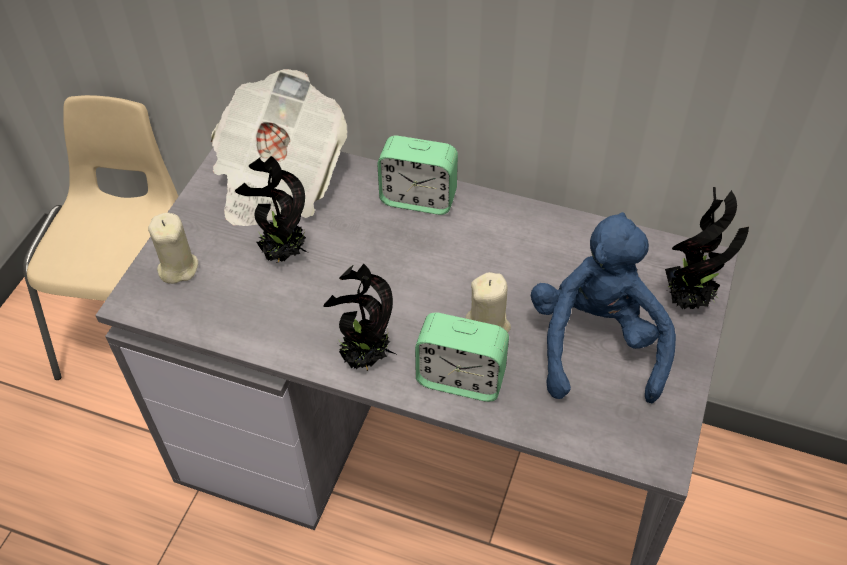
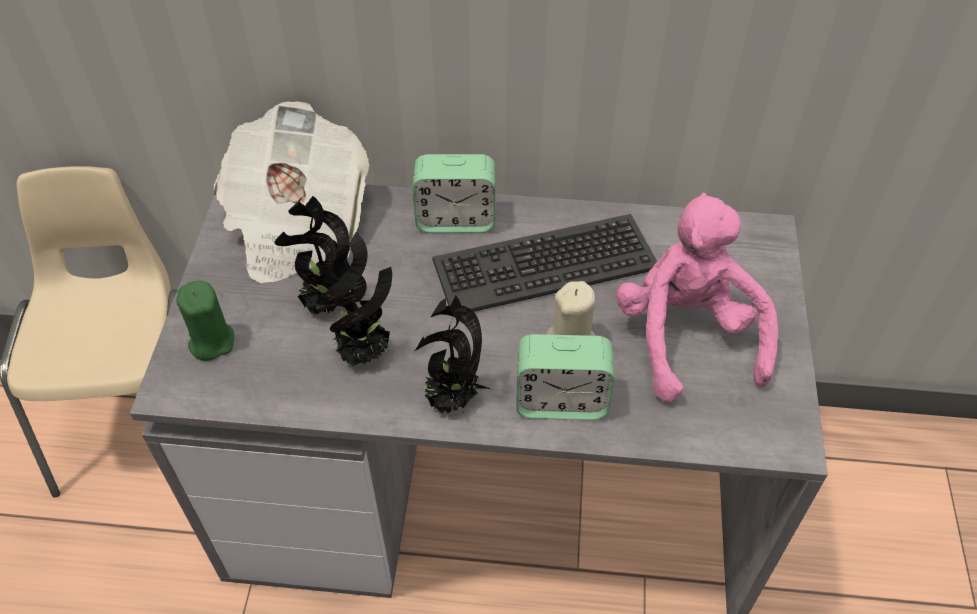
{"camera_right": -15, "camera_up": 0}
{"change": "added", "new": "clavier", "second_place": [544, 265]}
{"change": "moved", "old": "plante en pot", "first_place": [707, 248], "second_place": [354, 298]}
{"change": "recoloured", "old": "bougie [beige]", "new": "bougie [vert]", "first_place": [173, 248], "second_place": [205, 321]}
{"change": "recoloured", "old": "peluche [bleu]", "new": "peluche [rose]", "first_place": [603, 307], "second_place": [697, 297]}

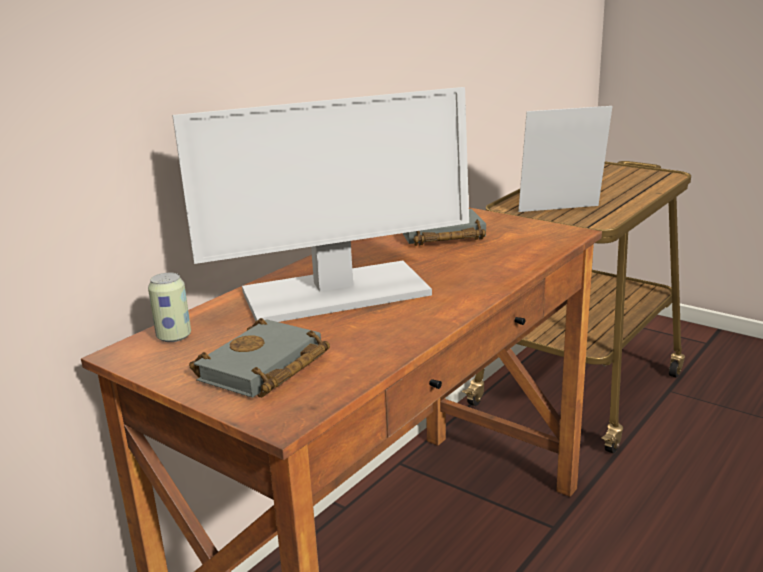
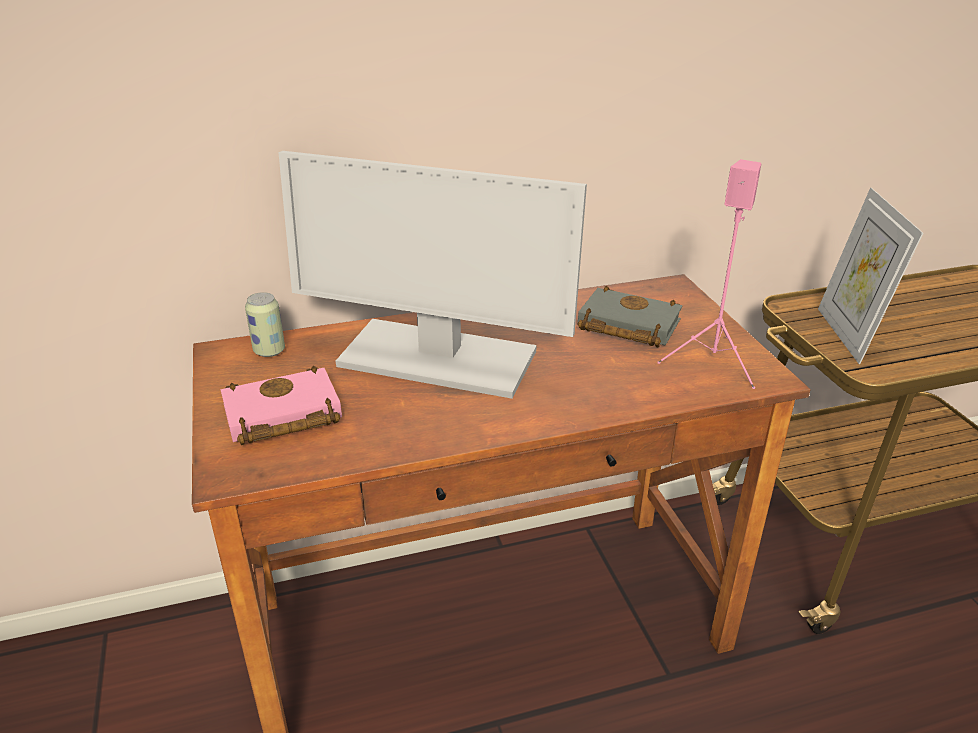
{"camera_right": 35, "camera_up": 10}
{"change": "added", "new": "enceinte [rose]", "second_place": [709, 274]}
{"change": "recoloured", "old": "livre [gris]", "new": "livre [rose]", "first_place": [259, 358], "second_place": [281, 405]}
{"change": "turned", "old": "cadre photo", "first_place": [565, 159], "second_place": [870, 276], "degrees": -120}

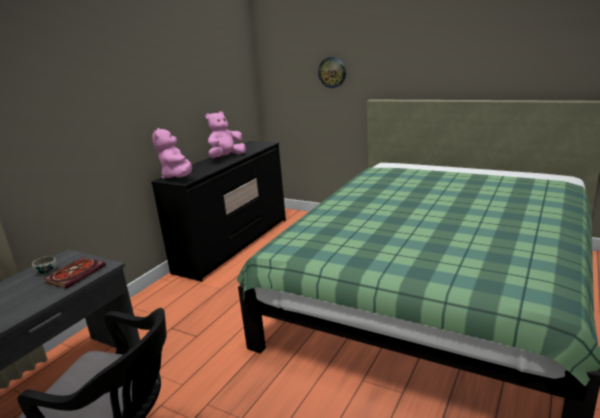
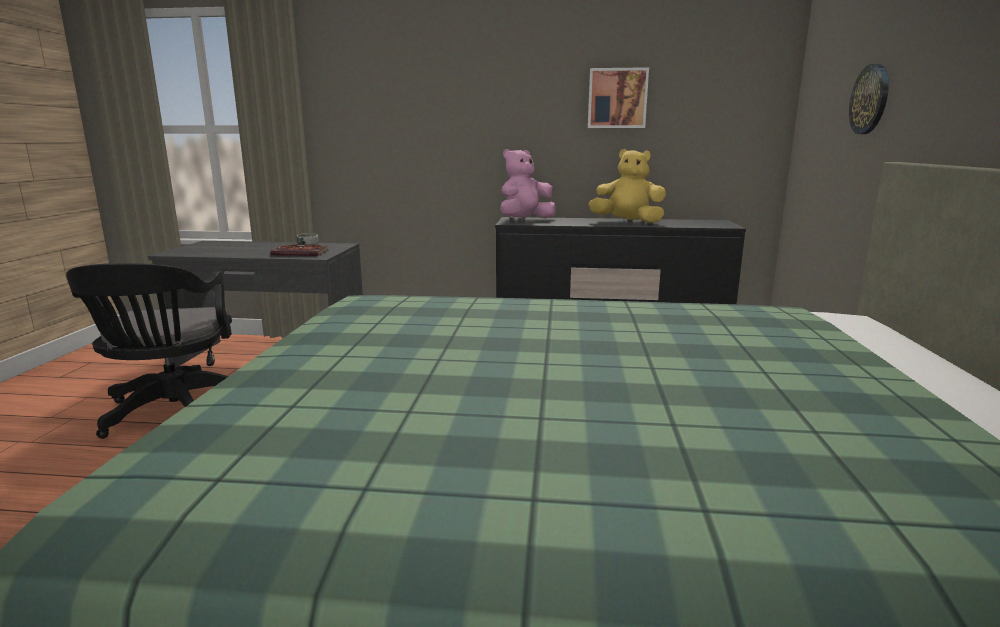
{"camera_right": 65, "camera_up": -5}
{"change": "added", "new": "tableau", "second_place": [618, 97]}
{"change": "recoloured", "old": "peluche [rose]", "new": "peluche [jaune]", "first_place": [226, 134], "second_place": [627, 186]}

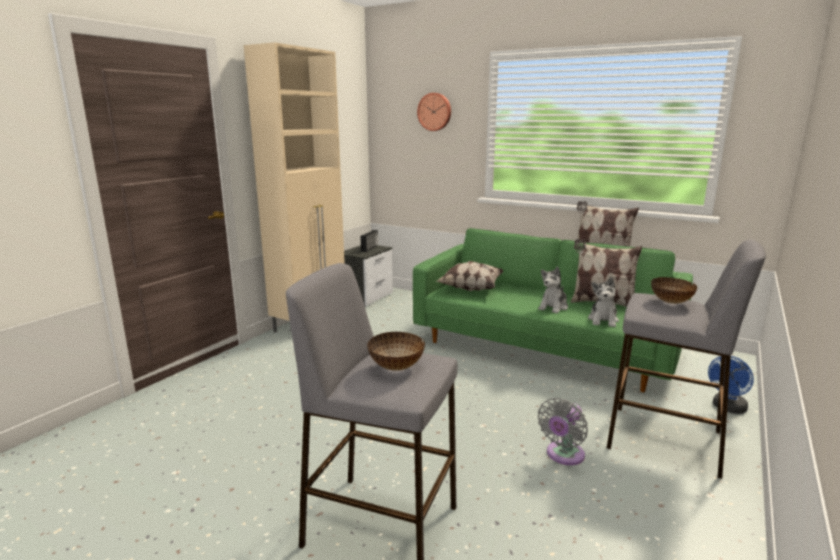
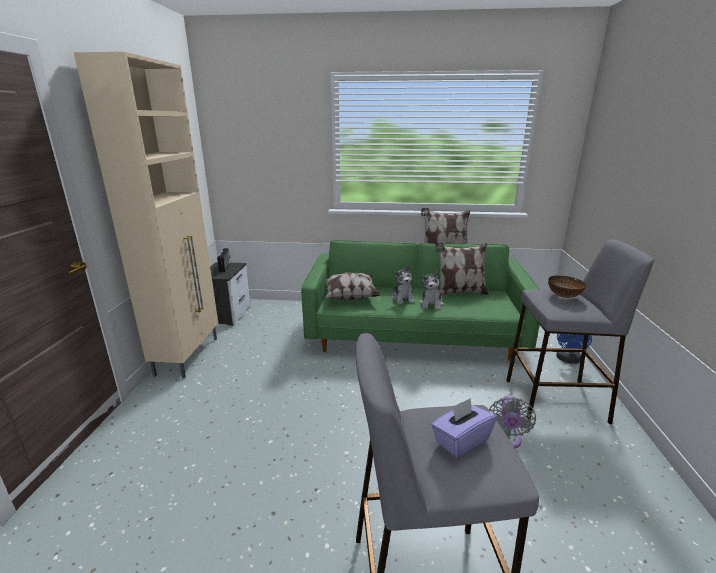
{"camera_right": -25, "camera_up": 5}
{"change": "removed", "old": "horloge murale", "first_place": [434, 112]}
{"change": "moved", "old": "peluche", "first_place": [603, 302], "second_place": [403, 285]}
{"change": "replaced", "old": "bol", "new": "boîte à mouchoirs [violet]", "first_place": [396, 351], "second_place": [464, 428]}

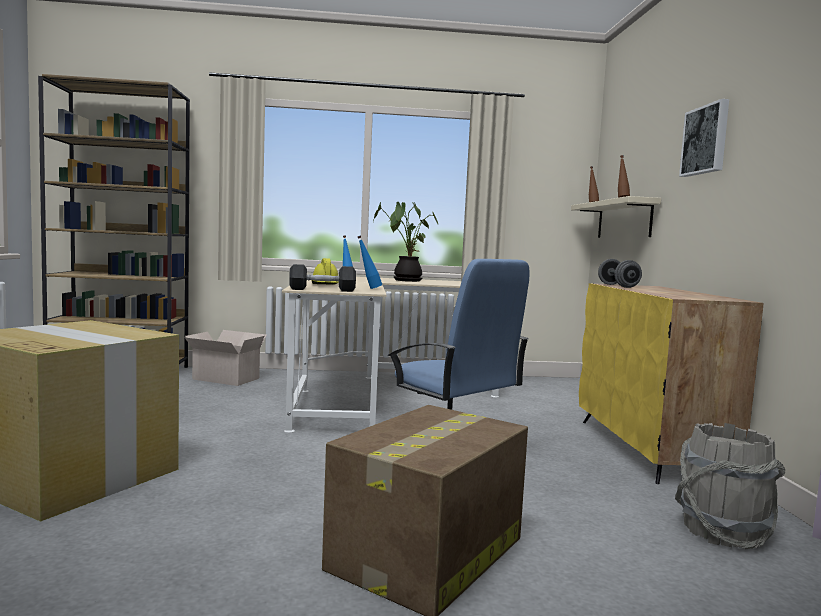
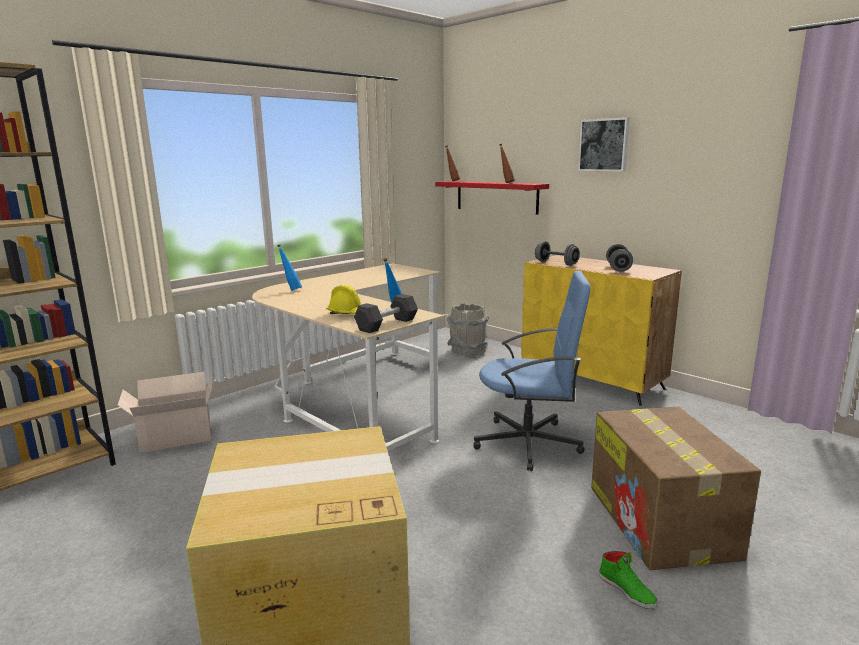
{"camera_right": -40, "camera_up": 10}
{"change": "removed", "old": "plante en pot", "first_place": [405, 242]}
{"change": "added", "new": "chaussure [vert]", "second_place": [628, 580]}
{"change": "added", "new": "haltère [gris]", "second_place": [619, 258]}
{"change": "moved", "old": "seau [gris]", "first_place": [730, 486], "second_place": [468, 330]}
{"change": "recoloured", "old": "étagère [beige]", "new": "étagère [rouge]", "first_place": [616, 217], "second_place": [492, 198]}

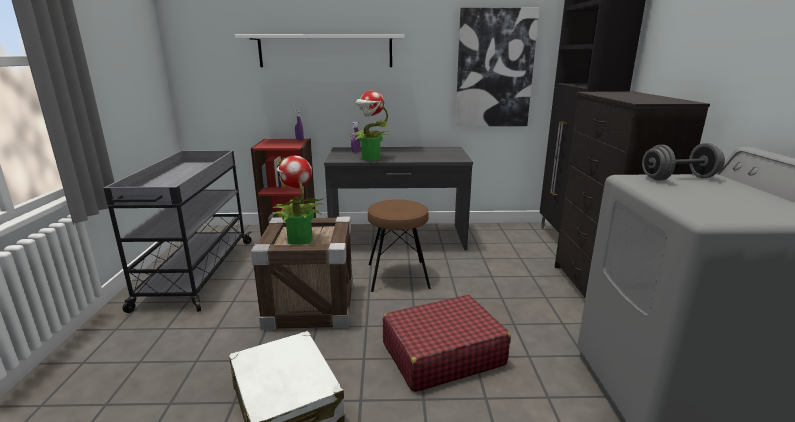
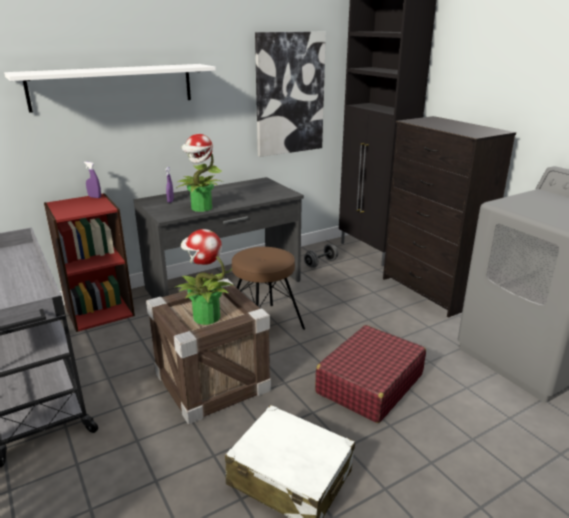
{"camera_right": -30, "camera_up": 5}
{"change": "moved", "old": "haltère [gris]", "first_place": [683, 161], "second_place": [321, 256]}

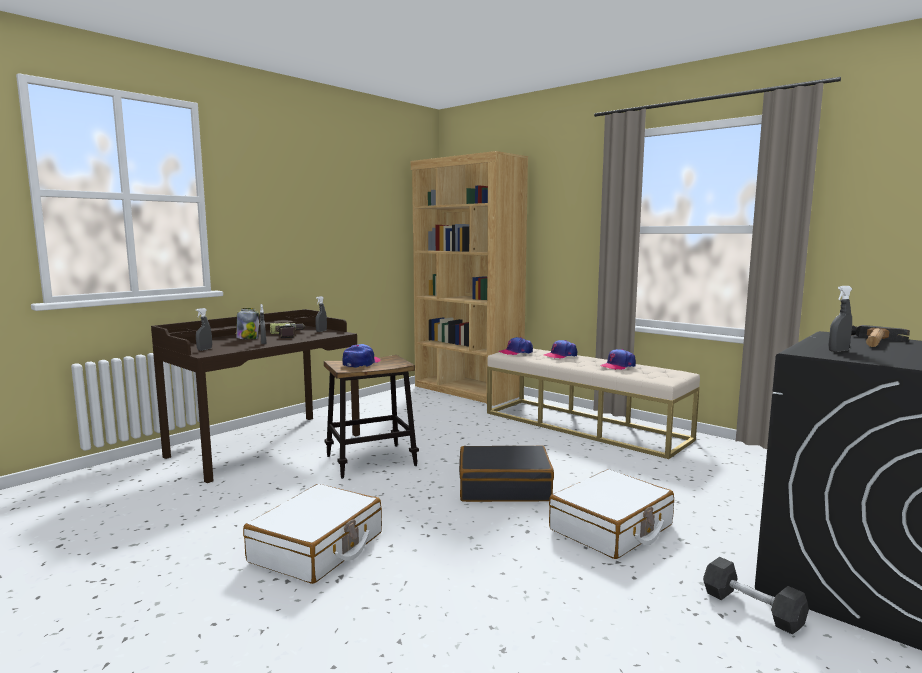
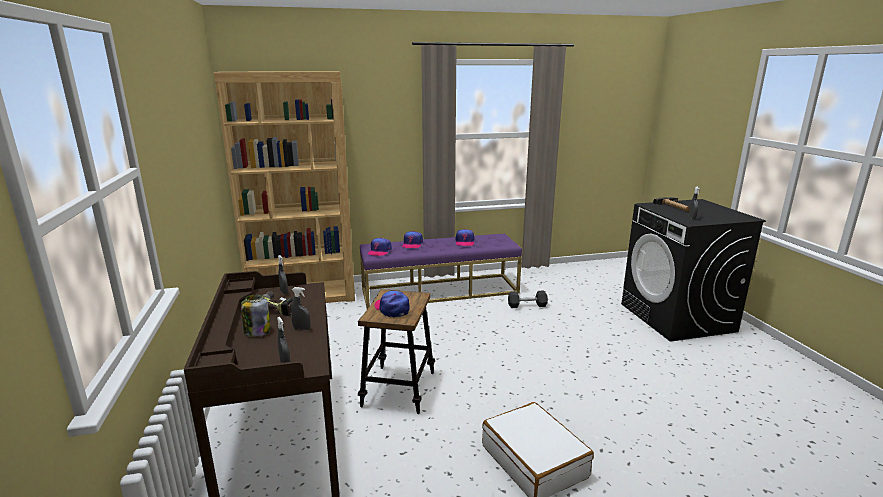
{"camera_right": -55, "camera_up": 10}
{"change": "removed", "old": "valise [noir]", "first_place": [506, 473]}
{"change": "removed", "old": "valise [blanc]", "first_place": [611, 514]}
{"change": "moved", "old": "haltère [gris]", "first_place": [756, 595], "second_place": [528, 299]}
{"change": "recoloured", "old": "banc [beige]", "new": "banc [violet]", "first_place": [593, 404], "second_place": [441, 271]}

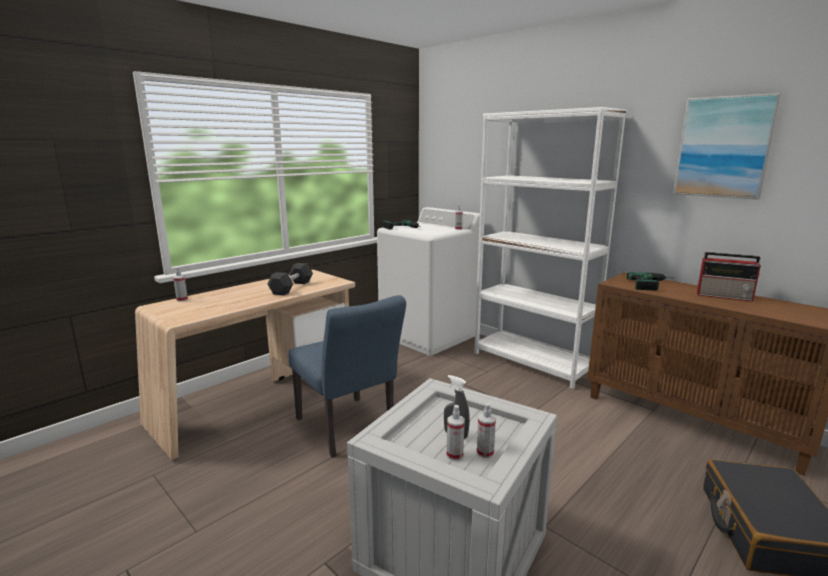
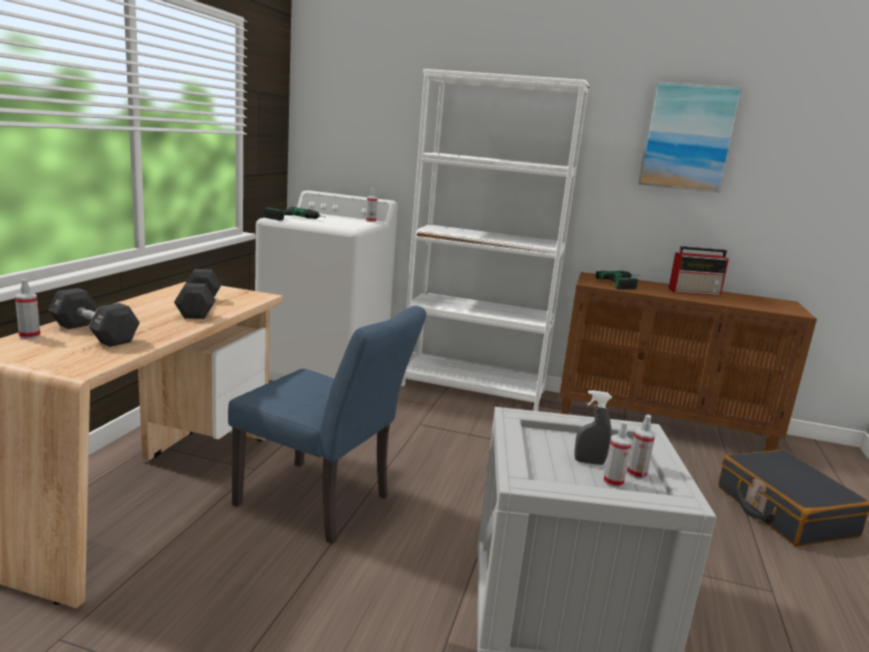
{"camera_right": -30, "camera_up": 0}
{"change": "added", "new": "haltère [noir]", "second_place": [94, 317]}

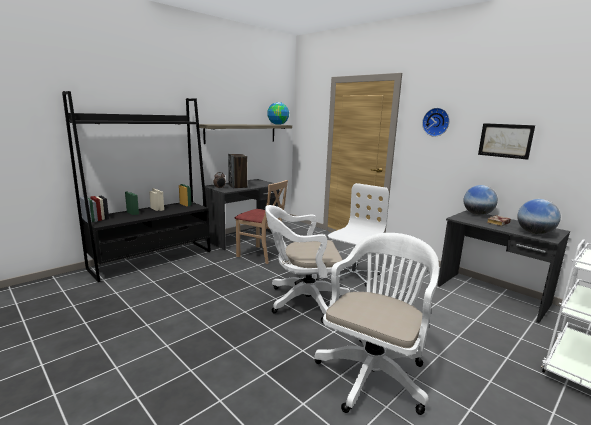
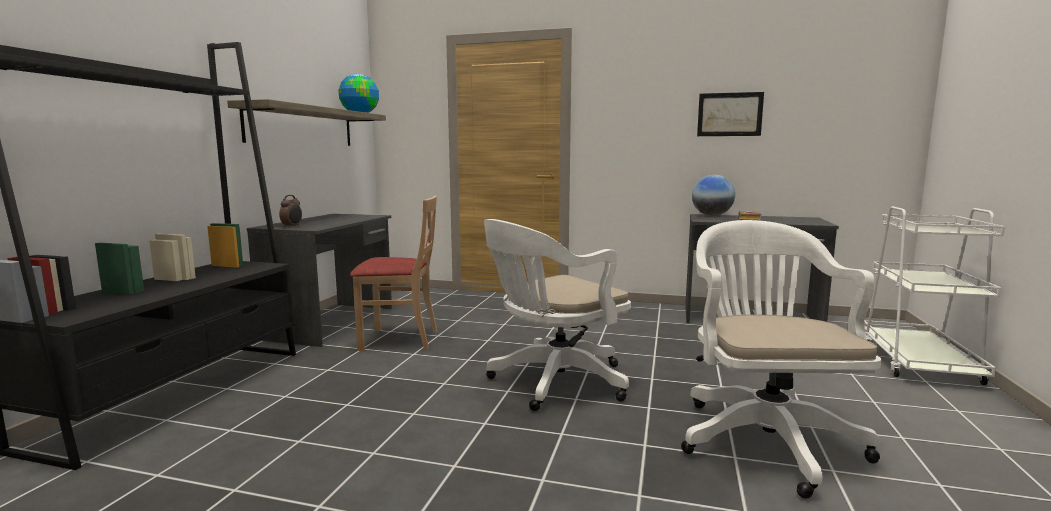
{"camera_right": -30, "camera_up": -5}
{"change": "removed", "old": "enceinte", "first_place": [238, 171]}
{"change": "removed", "old": "chaise de bureau [blanc]", "first_place": [358, 234]}
{"change": "removed", "old": "horloge murale", "first_place": [436, 122]}
{"change": "removed", "old": "globe", "first_place": [539, 217]}

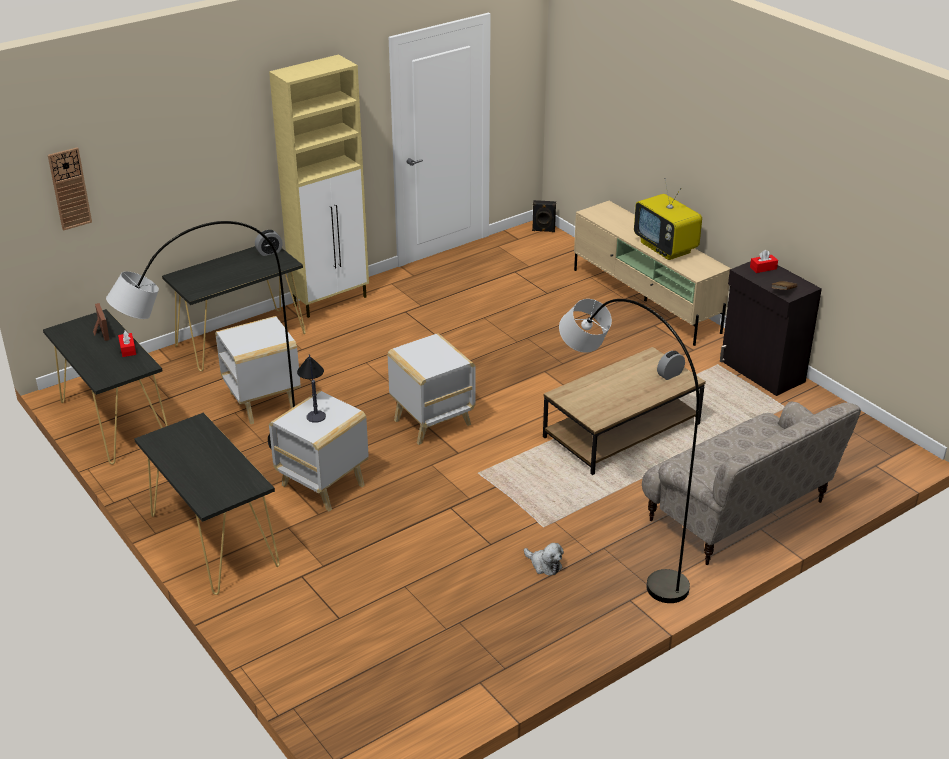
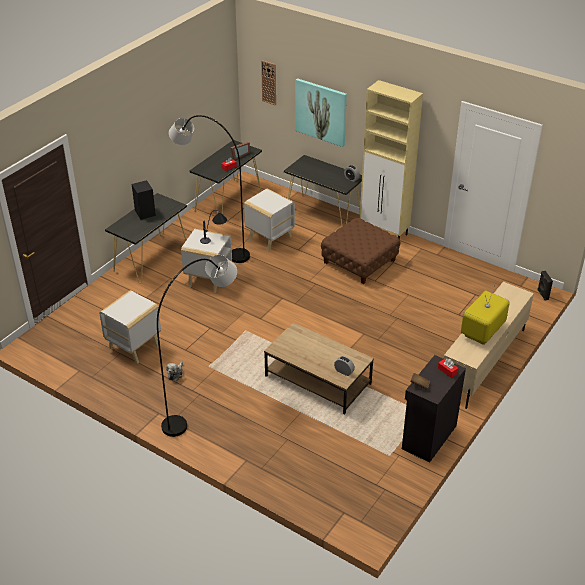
{"camera_right": 70, "camera_up": 5}
{"change": "removed", "old": "canapé [beige]", "first_place": [751, 483]}
{"change": "added", "new": "enceinte [noir]", "second_place": [144, 200]}
{"change": "added", "new": "tableau", "second_place": [321, 112]}
{"change": "added", "new": "pouf [marron]", "second_place": [360, 251]}
{"change": "moved", "old": "table d'appoint [blanc]", "first_place": [431, 389], "second_place": [130, 327]}

